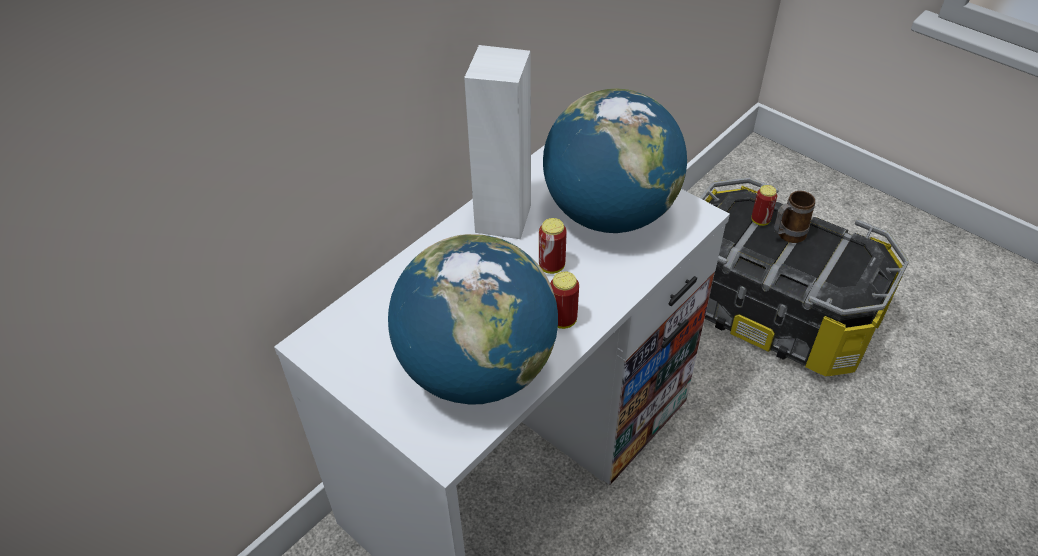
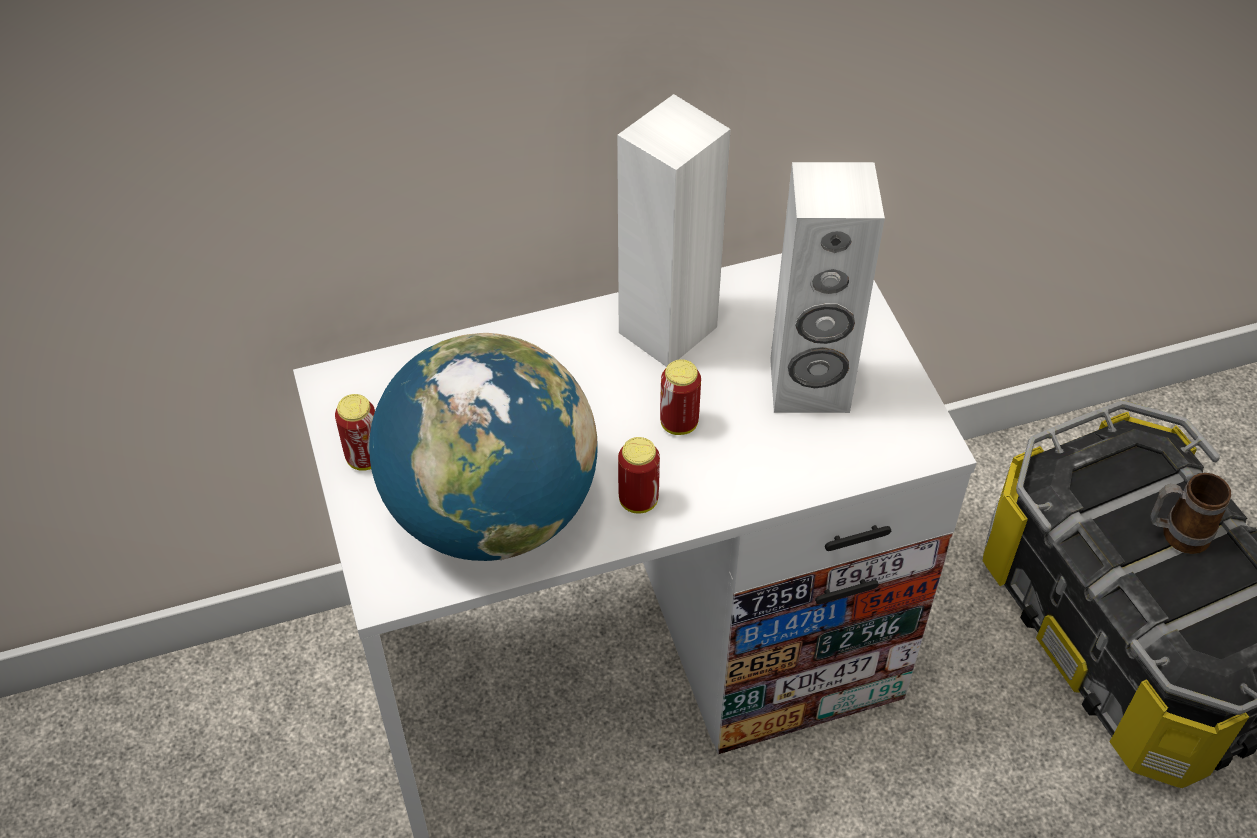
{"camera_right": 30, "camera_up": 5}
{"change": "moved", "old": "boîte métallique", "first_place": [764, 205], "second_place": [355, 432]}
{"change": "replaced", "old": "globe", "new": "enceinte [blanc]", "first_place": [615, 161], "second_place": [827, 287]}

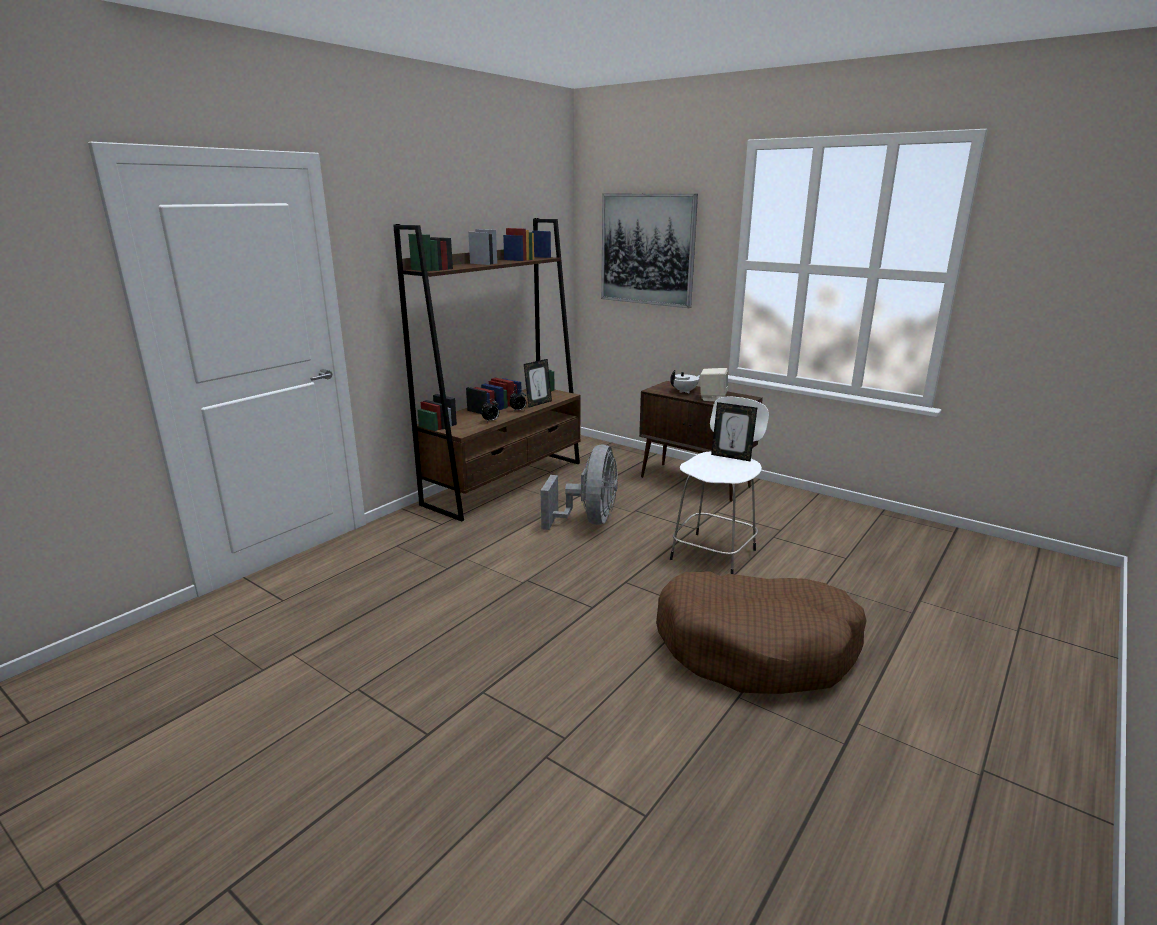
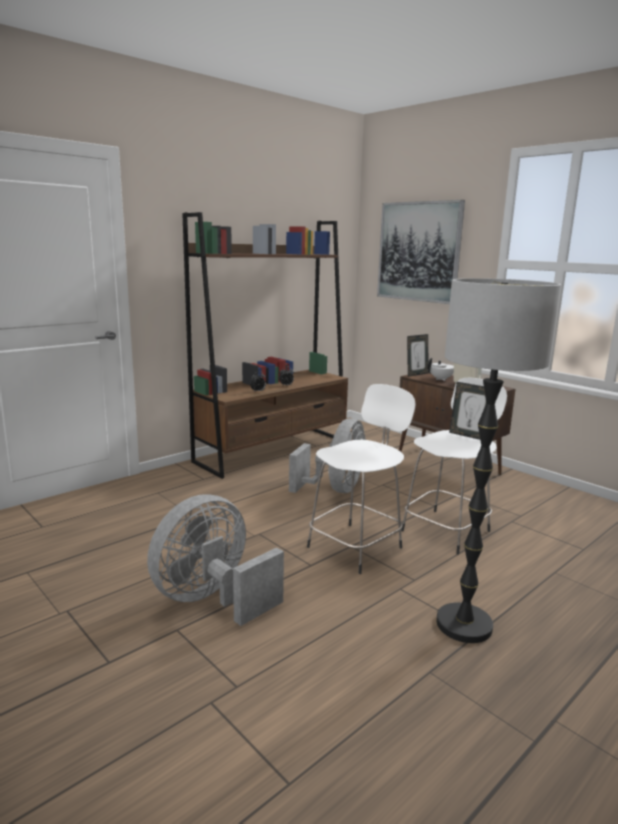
{"camera_right": 10, "camera_up": -5}
{"change": "added", "new": "ventilateur [gris]", "second_place": [215, 560]}
{"change": "added", "new": "tabouret [blanc]", "second_place": [361, 479]}
{"change": "moved", "old": "cadre photo", "first_place": [538, 383], "second_place": [418, 355]}
{"change": "replaced", "old": "panier pour chien [marron]", "new": "lampadaire", "first_place": [761, 633], "second_place": [498, 460]}

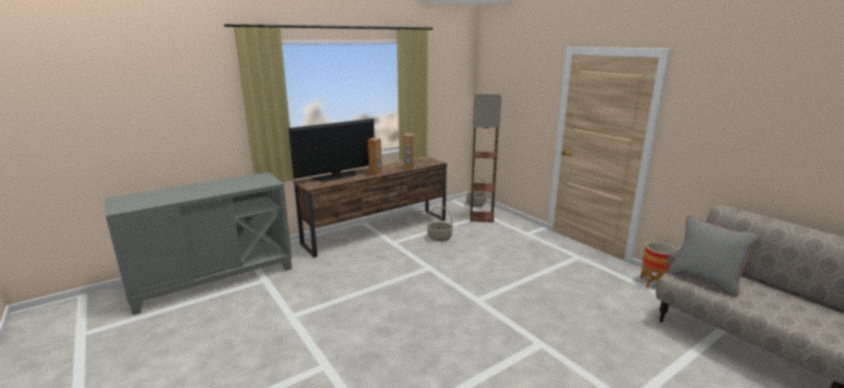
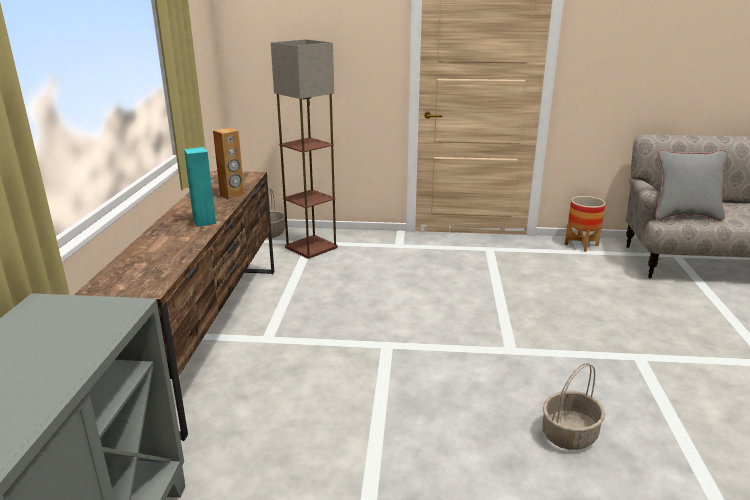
{"camera_right": -50, "camera_up": 5}
{"change": "removed", "old": "téléviseur", "first_place": [331, 150]}
{"change": "moved", "old": "panier", "first_place": [440, 223], "second_place": [573, 406]}
{"change": "recoloured", "old": "enceinte [marron]", "new": "enceinte [turquoise]", "first_place": [375, 156], "second_place": [200, 187]}

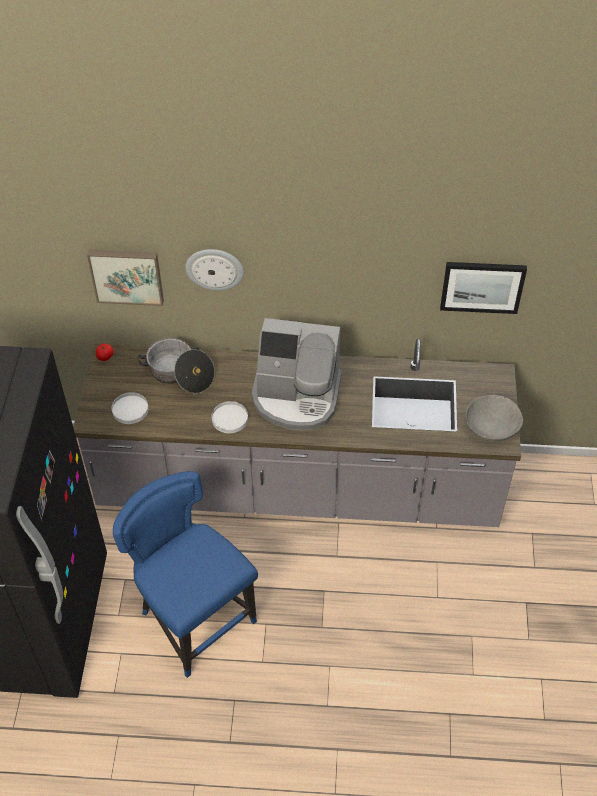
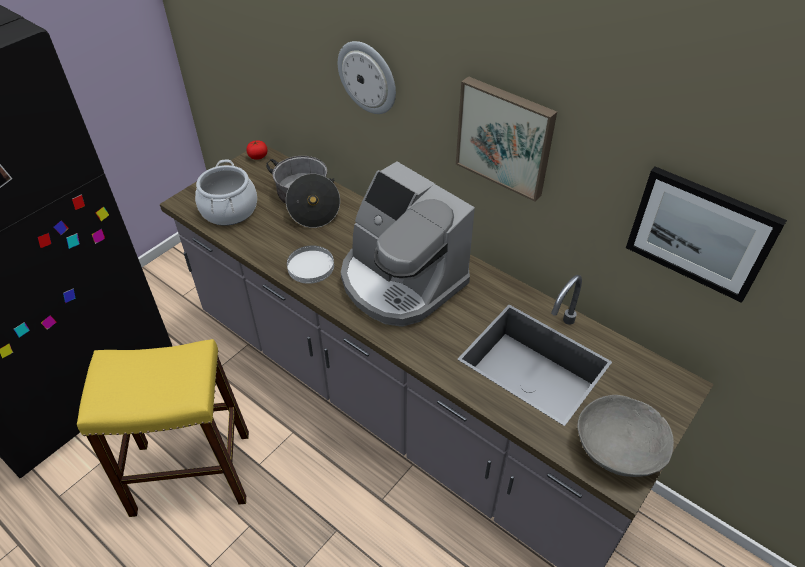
{"camera_right": 35, "camera_up": -5}
{"change": "moved", "old": "tableau", "first_place": [125, 277], "second_place": [506, 139]}
{"change": "replaced", "old": "assiette [blanc]", "new": "marmite", "first_place": [130, 408], "second_place": [226, 192]}
{"change": "replaced", "old": "chaise [bleu]", "new": "tabouret [jaune]", "first_place": [185, 574], "second_place": [163, 428]}

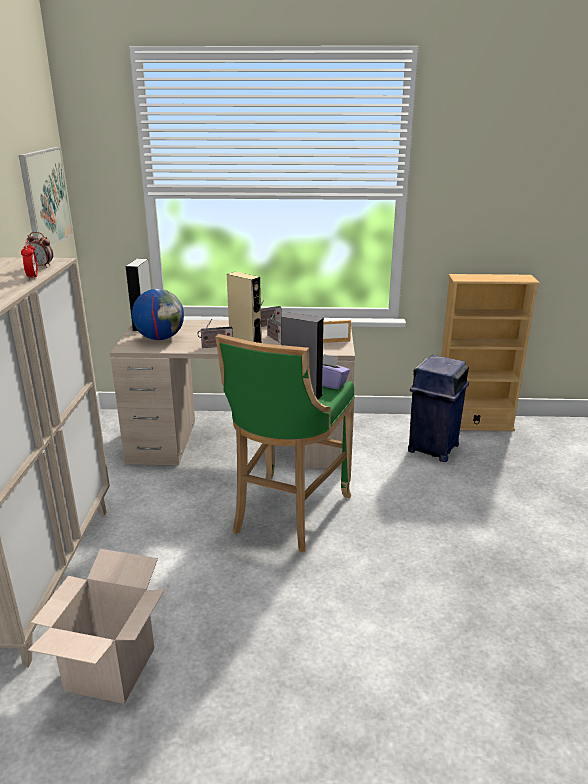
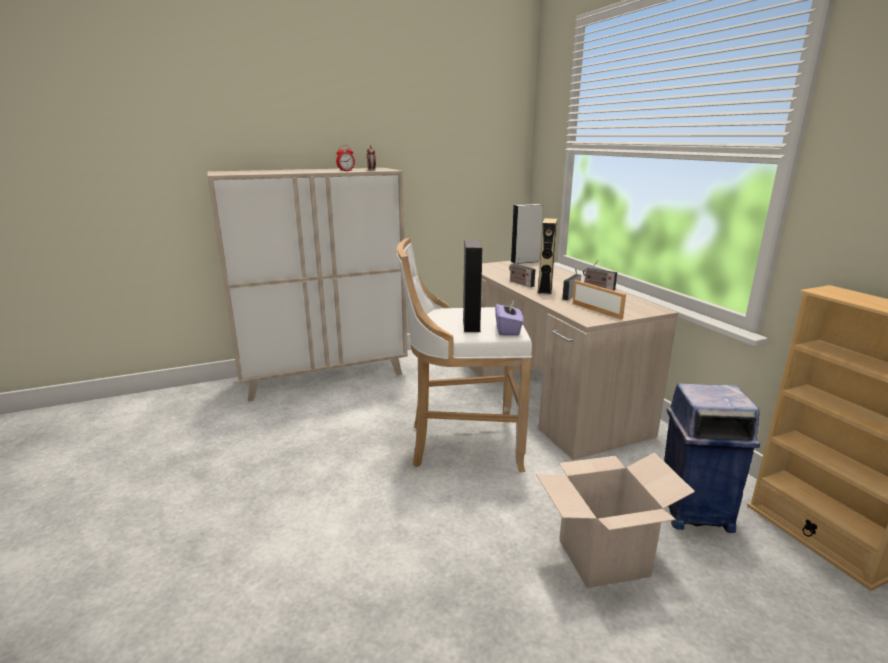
{"camera_right": 65, "camera_up": -5}
{"change": "removed", "old": "tableau", "first_place": [46, 197]}
{"change": "removed", "old": "globe", "first_place": [158, 314]}
{"change": "moved", "old": "carton", "first_place": [96, 626], "second_place": [615, 520]}
{"change": "recoloured", "old": "tabouret [vert]", "new": "tabouret [blanc]", "first_place": [285, 443], "second_place": [464, 355]}

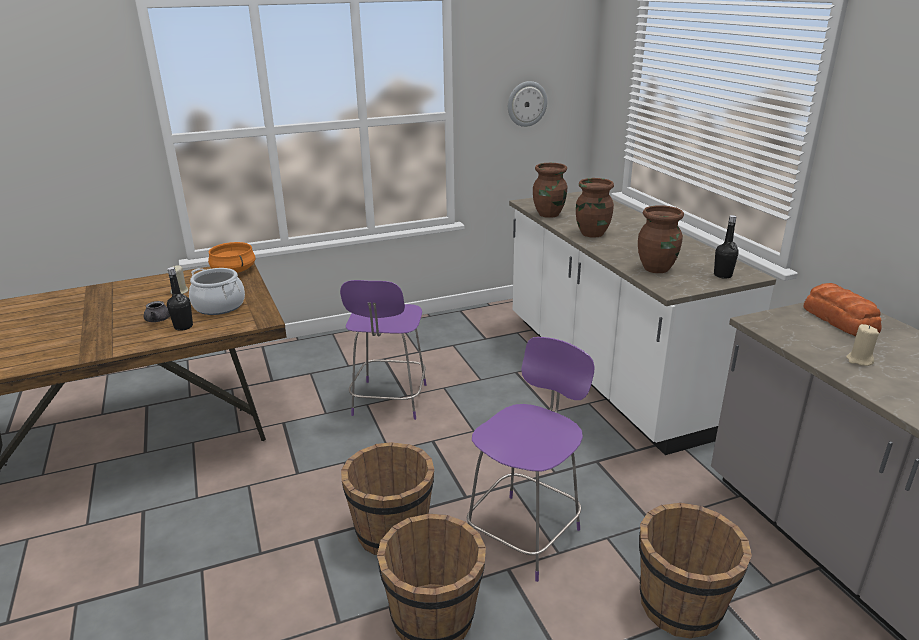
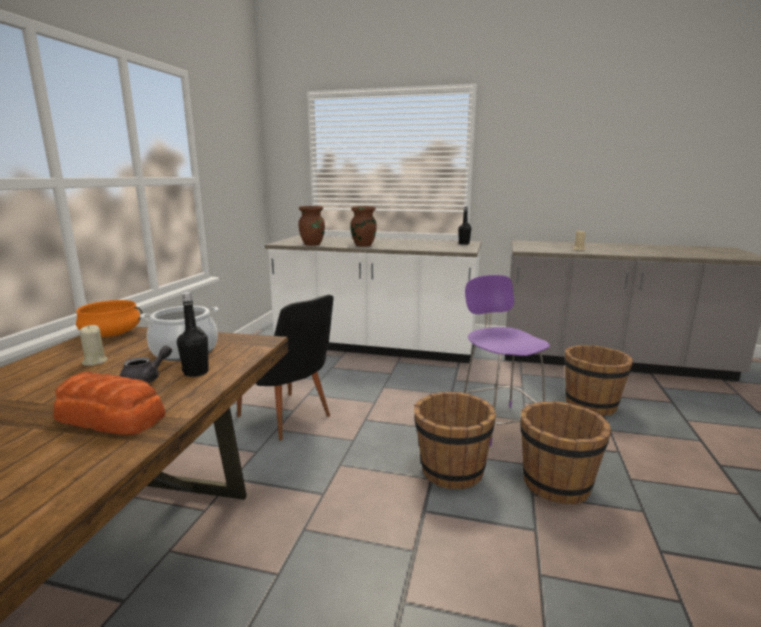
{"camera_right": -55, "camera_up": -10}
{"change": "removed", "old": "horloge murale", "first_place": [527, 104]}
{"change": "removed", "old": "vase [marron]", "first_place": [661, 239]}
{"change": "moved", "old": "pain", "first_place": [842, 309], "second_place": [109, 403]}
{"change": "replaced", "old": "tabouret [violet]", "new": "chaise [noir]", "first_place": [383, 350], "second_place": [285, 367]}

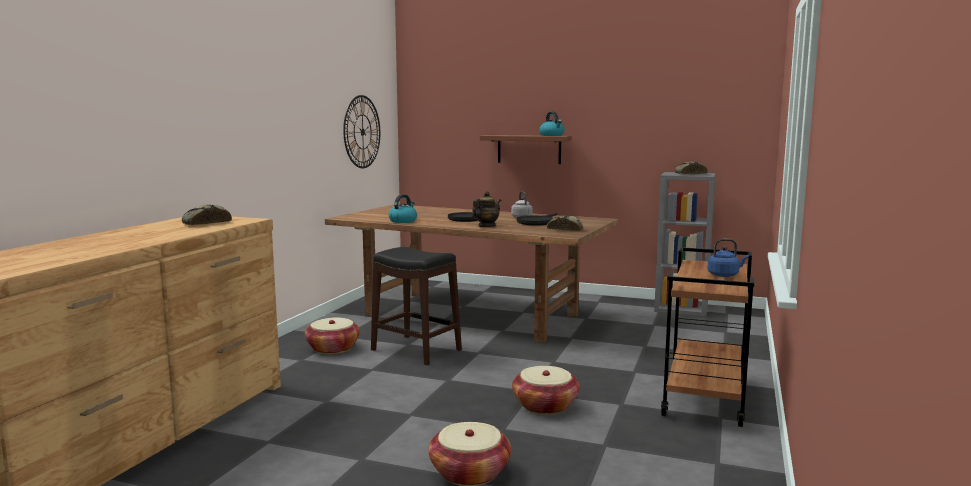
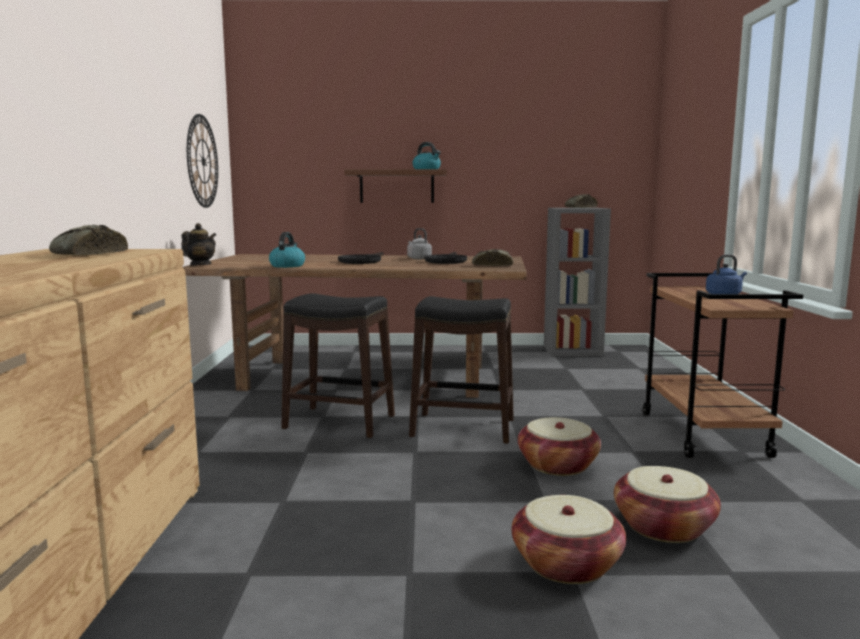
{"camera_right": -20, "camera_up": 0}
{"change": "added", "new": "tabouret [noir]", "second_place": [461, 369]}
{"change": "moved", "old": "panier", "first_place": [332, 335], "second_place": [667, 504]}
{"change": "moved", "old": "théière", "first_place": [486, 209], "second_place": [198, 244]}

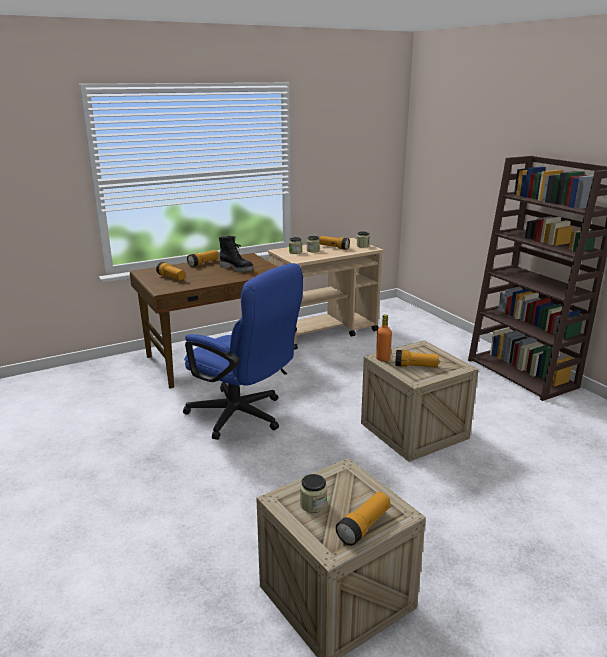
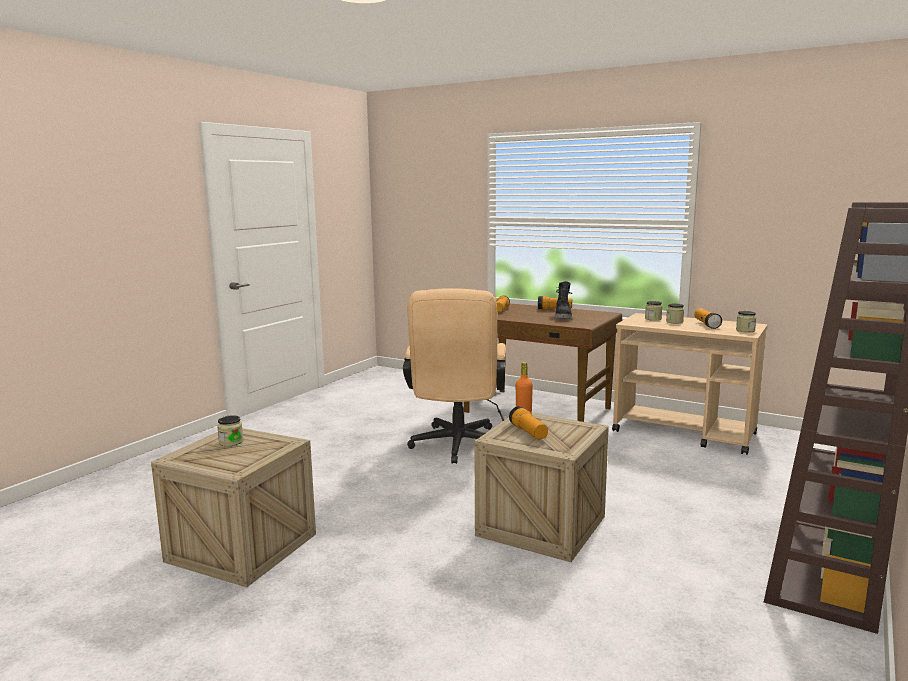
{"camera_right": 60, "camera_up": -10}
{"change": "removed", "old": "lampe de poche", "first_place": [363, 519]}
{"change": "recoloured", "old": "chaise de bureau [bleu]", "new": "chaise de bureau [beige]", "first_place": [243, 351], "second_place": [454, 376]}

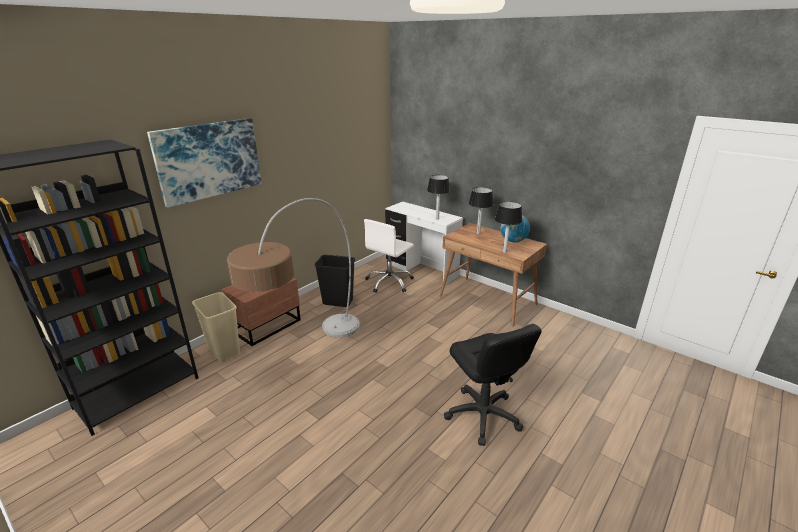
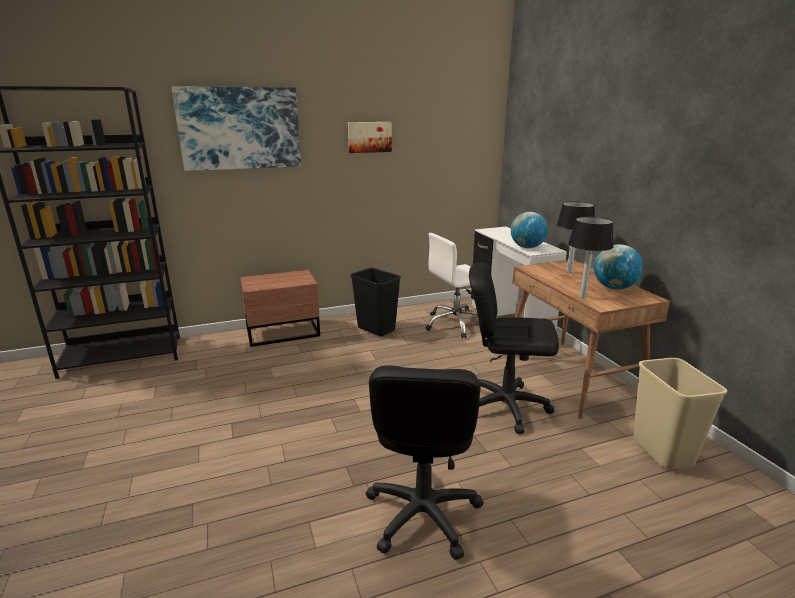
{"camera_right": 30, "camera_up": -5}
{"change": "removed", "old": "lampadaire", "first_place": [293, 268]}
{"change": "added", "new": "tableau", "second_place": [370, 137]}
{"change": "added", "new": "chaise de bureau [noir]", "second_place": [514, 348]}
{"change": "moved", "old": "poubelle [beige]", "first_place": [216, 326], "second_place": [680, 414]}
{"change": "replaced", "old": "lampe de table", "new": "globe", "first_place": [438, 197], "second_place": [529, 230]}

